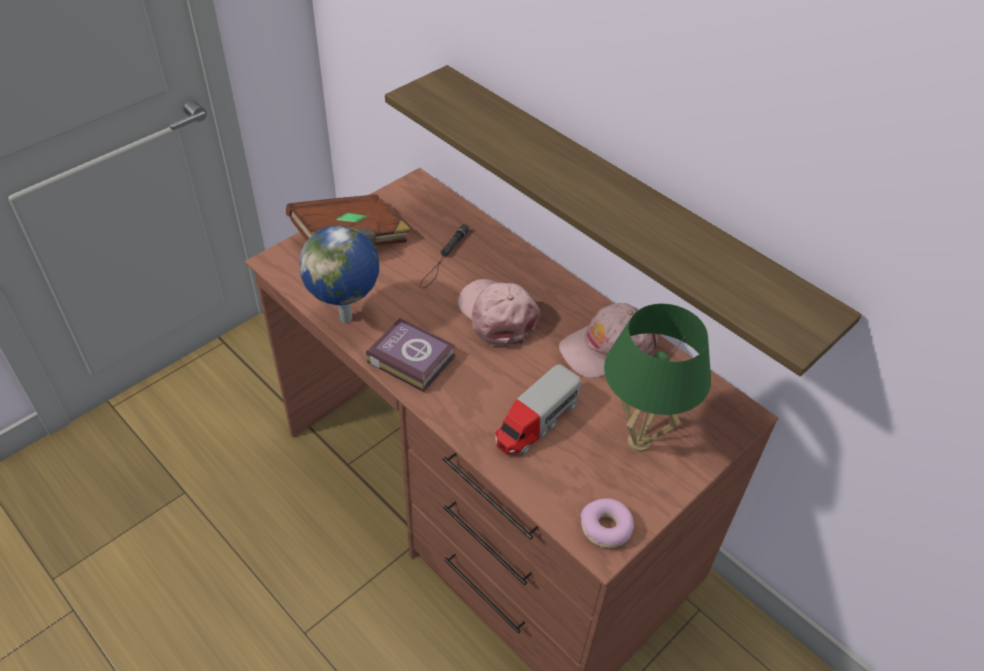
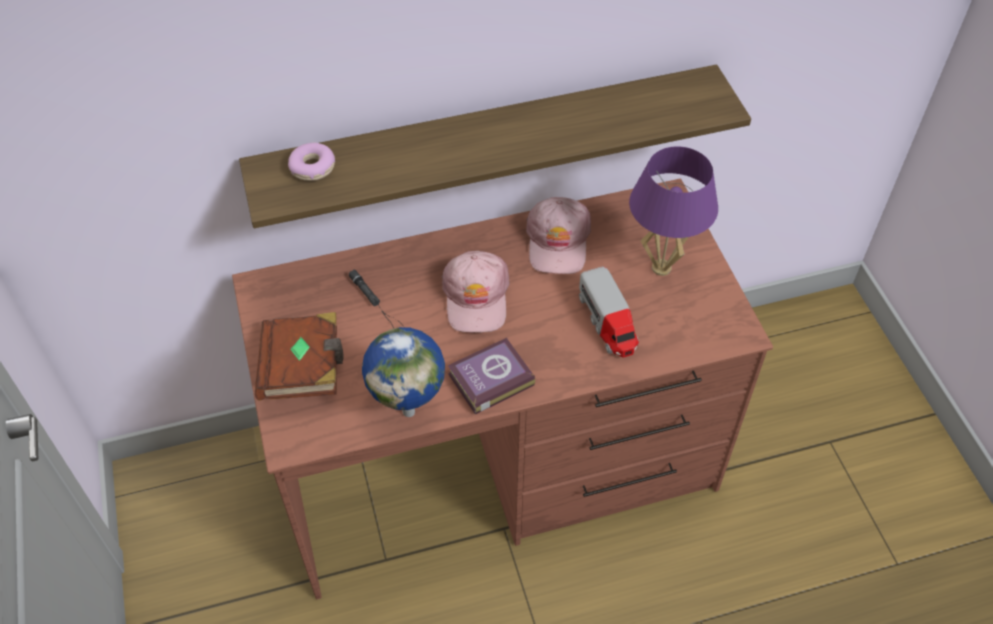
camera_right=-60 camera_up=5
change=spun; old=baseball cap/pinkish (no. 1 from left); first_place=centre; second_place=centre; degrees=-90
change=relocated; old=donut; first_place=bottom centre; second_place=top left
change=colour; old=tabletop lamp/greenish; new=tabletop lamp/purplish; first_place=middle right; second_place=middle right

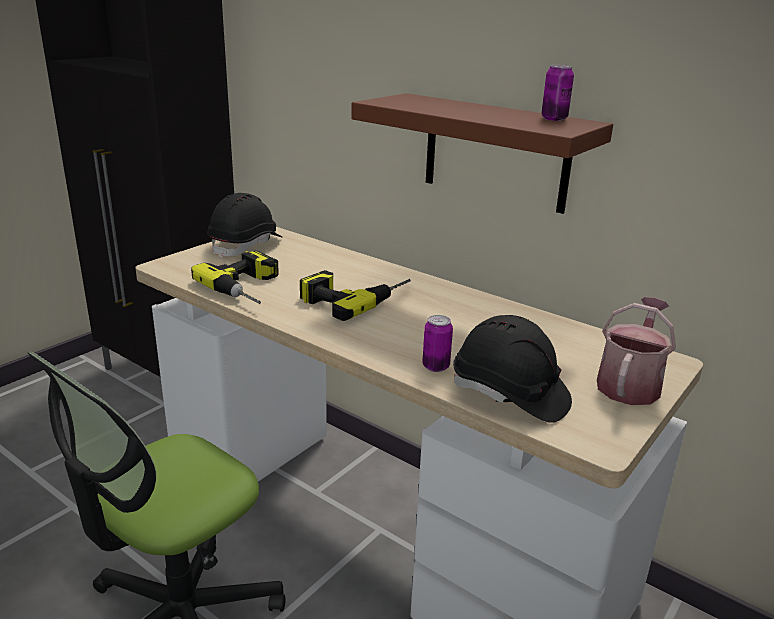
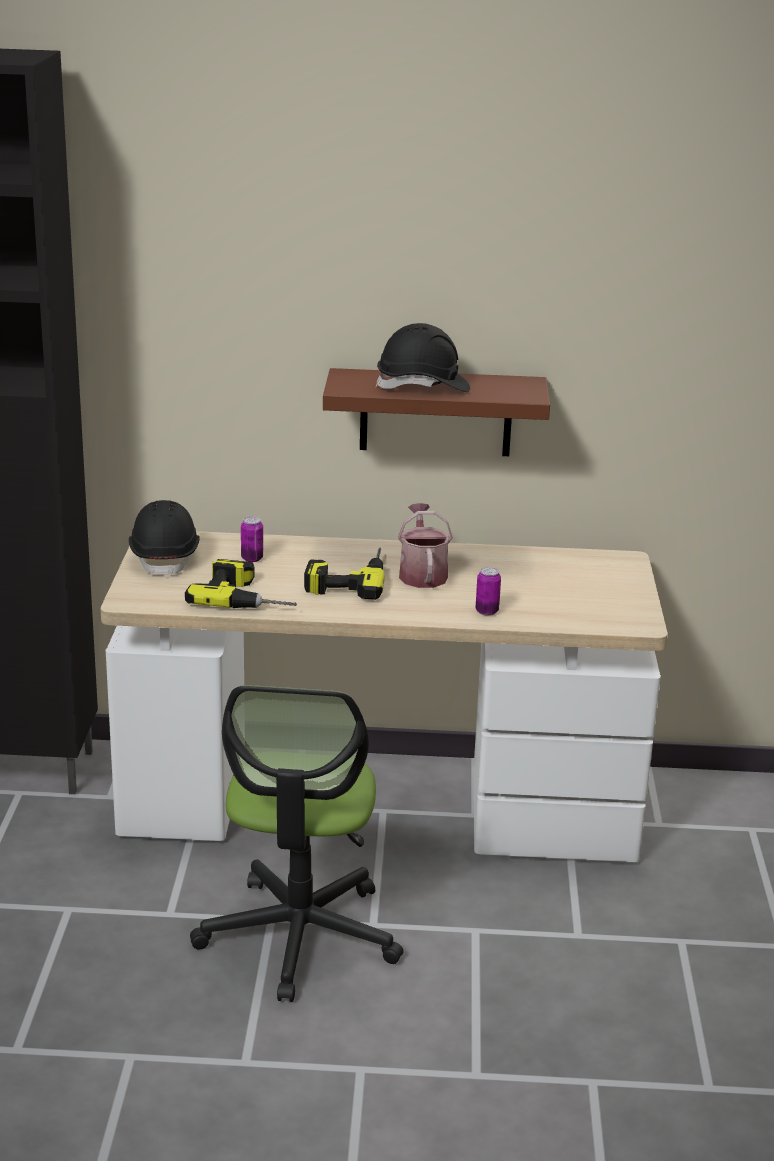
camera_right=-35 camera_up=0
change=relocated; old=work helmet/black (no. 2 from left); first_place=centre; second_place=top centre
change=relocated; old=can (no. 2 from left in the first image); new=can (no. 1 from left); first_place=top right; second_place=middle left
change=relocated; old=sprinkling can; first_place=middle right; second_place=centre

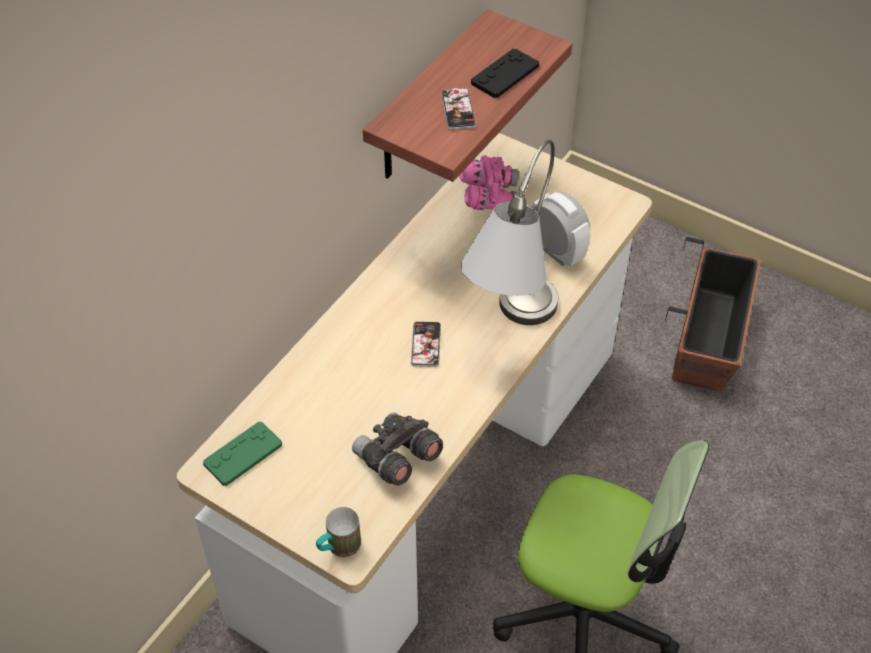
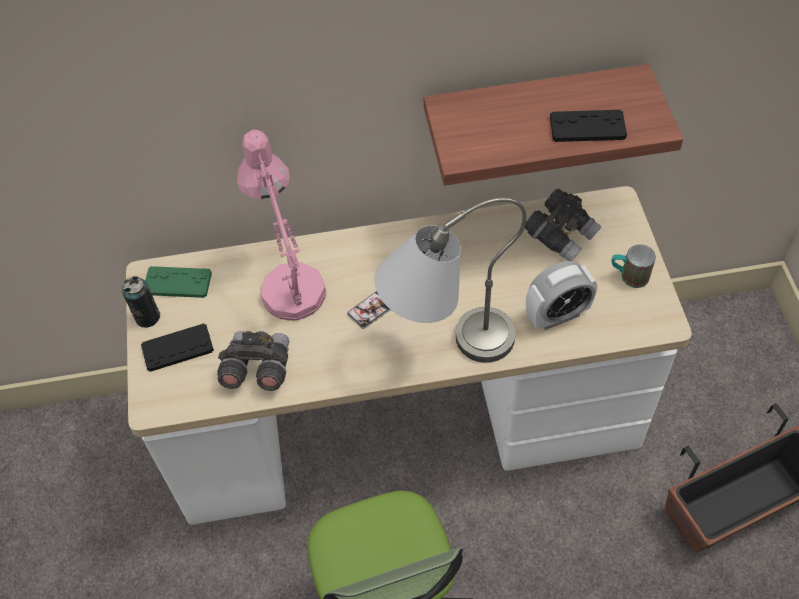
camera_right=50 camera_up=5
change=relocated; old=coffee mug; first_place=bottom centre; second_place=middle right
change=missing; old=telephone (no. 2 from left); first_place=top centre
change=colour; old=pair of binoculars/pinkish; new=pair of binoculars/greyish (no. 2 from left); first_place=top centre; second_place=middle right
change=spun; old=bedside clock; first_place=centre; second_place=middle right; degrees=60
change=appeared; new=can; second_place=middle left
change=appeared; new=gamepad/black (no. 1 from left); second_place=middle left
change=appeared; new=tabletop lamp/pinkish; second_place=centre

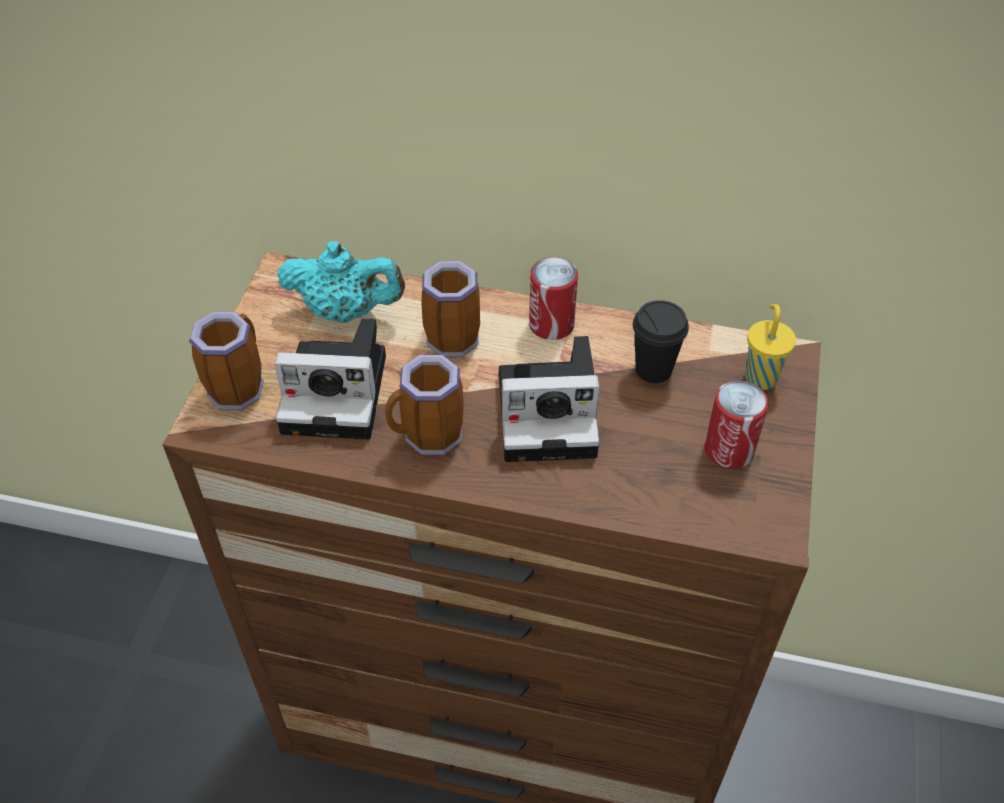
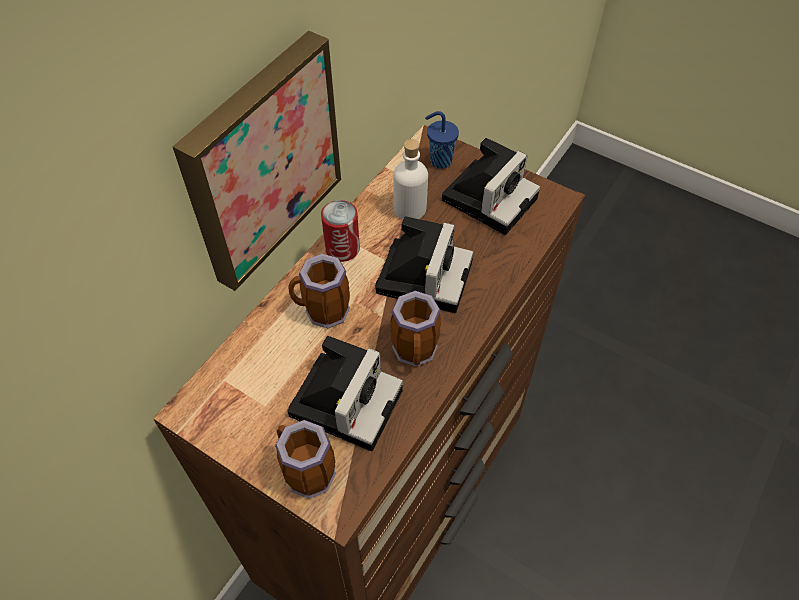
camera_right=-70 camera_up=5
change=missing; old=teapot/turquoise-coloured; first_place=centre
change=exchanged; old=small cup/black; new=drink bottle/white; first_place=centre; second_place=top centre
change=exchanged; old=can (no. 2 from left); new=still camera (no. 3 from left); first_place=middle right; second_place=top centre
change=colour; old=small cup/yellowish; new=small cup/bluish; first_place=middle right; second_place=top centre
change=appeared; new=picture; second_place=top left

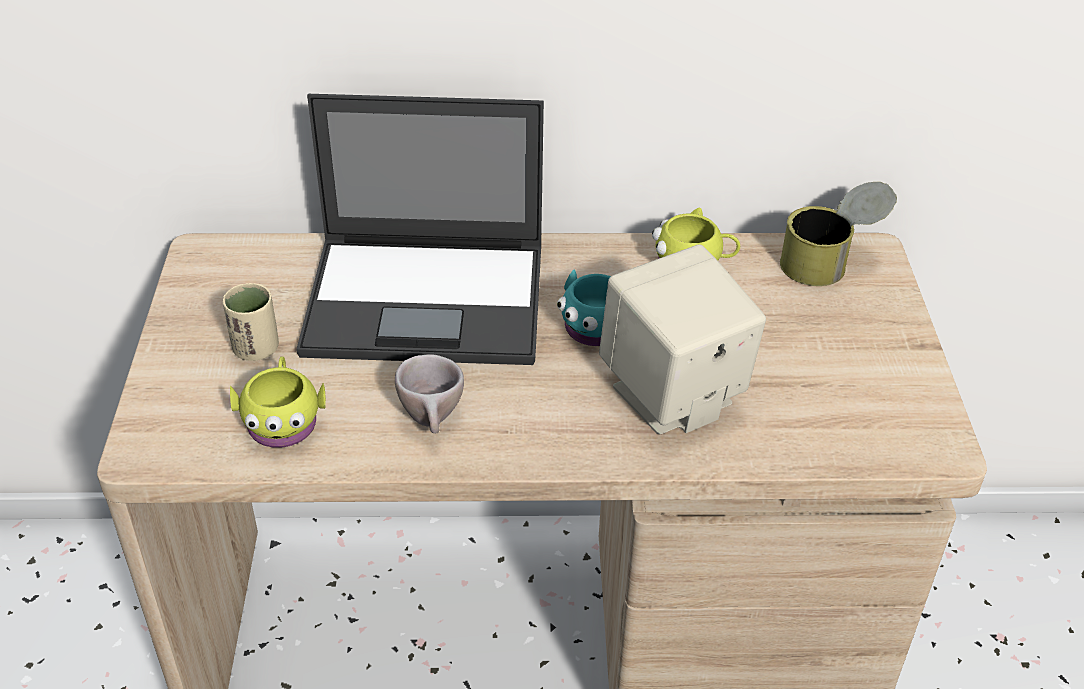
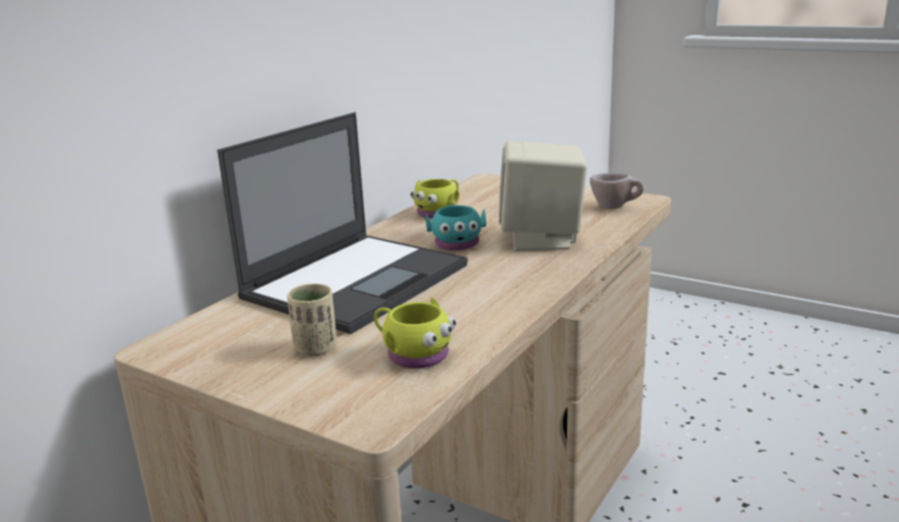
camera_right=-55 camera_up=-20
change=relocated; old=small cup/beige (no. 2 from left); first_place=centre; second_place=middle right
change=missing; old=can; first_place=middle right

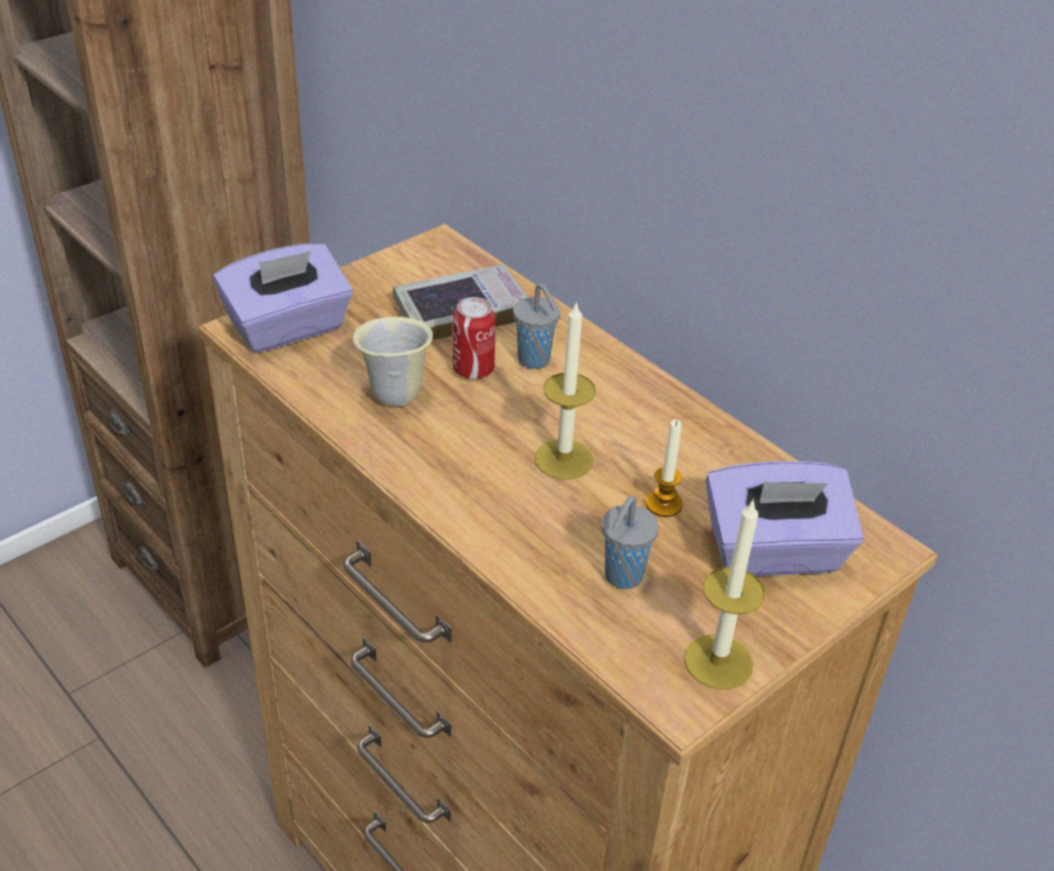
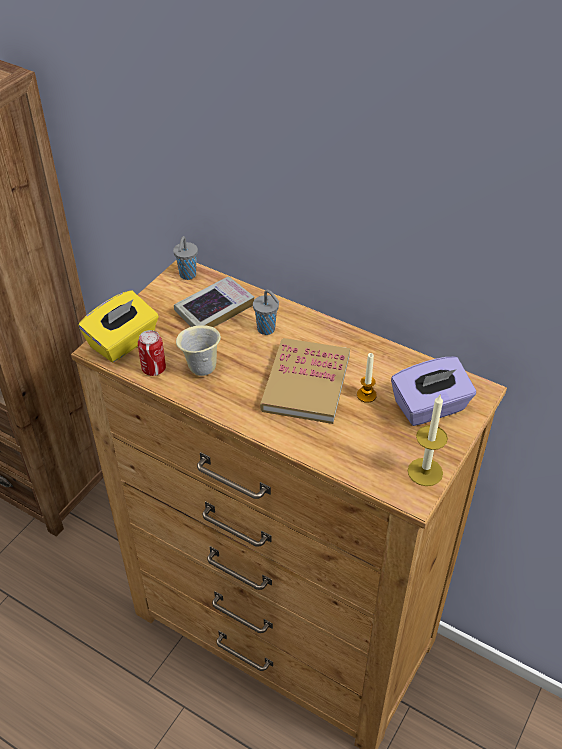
camera_right=-15 camera_up=5
change=colour; old=tissue holder/purplish (no. 1 from left); new=tissue holder/yellowish; first_place=middle left; second_place=middle left
change=relocated; old=can; first_place=centre; second_place=middle left
change=exchanged; old=wax candle (no. 1 from left); new=book (no. 2 from left); first_place=centre; second_place=centre
change=relocated; old=small cup/greyish (no. 2 from left in the first image); new=small cup/greyish (no. 1 from left); first_place=centre; second_place=middle left

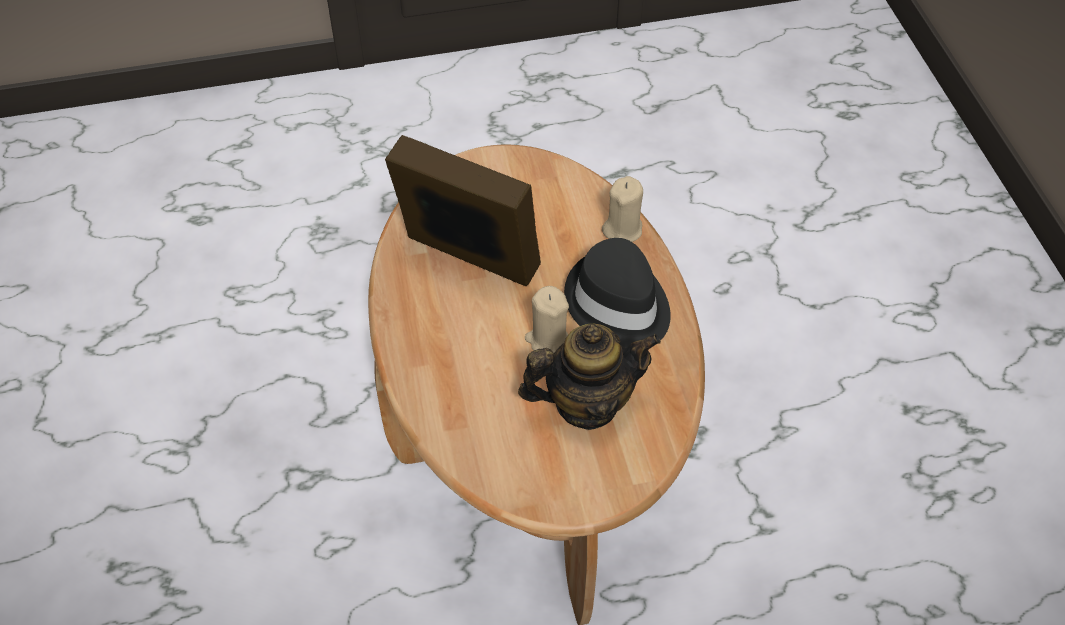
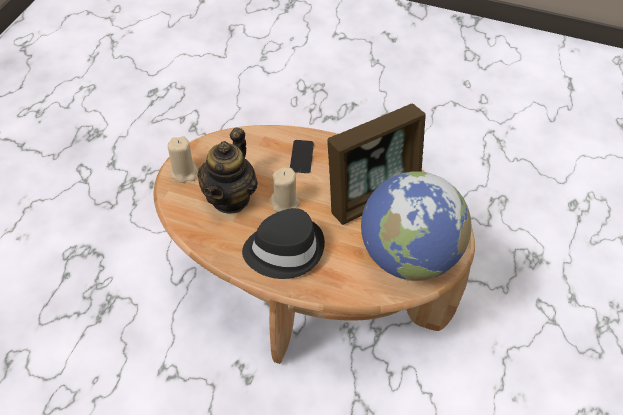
camera_right=120 camera_up=0
change=relocated; old=wax candle/beige (no. 2 from left in the first image); new=wax candle/beige (no. 1 from left); first_place=centre; second_place=middle left
change=appeared; new=telephone; second_place=centre
change=appeared; new=globe; second_place=middle right

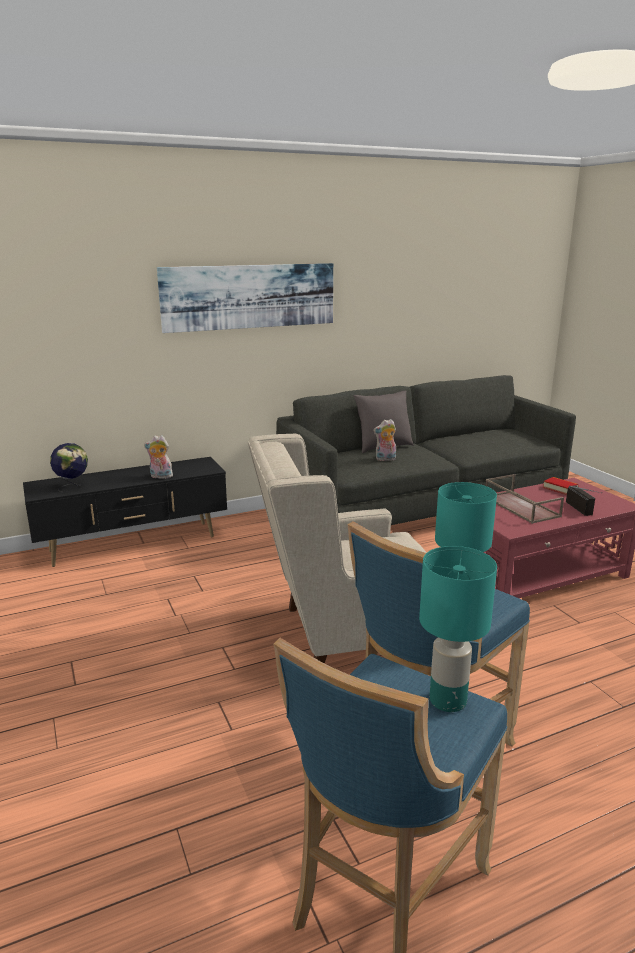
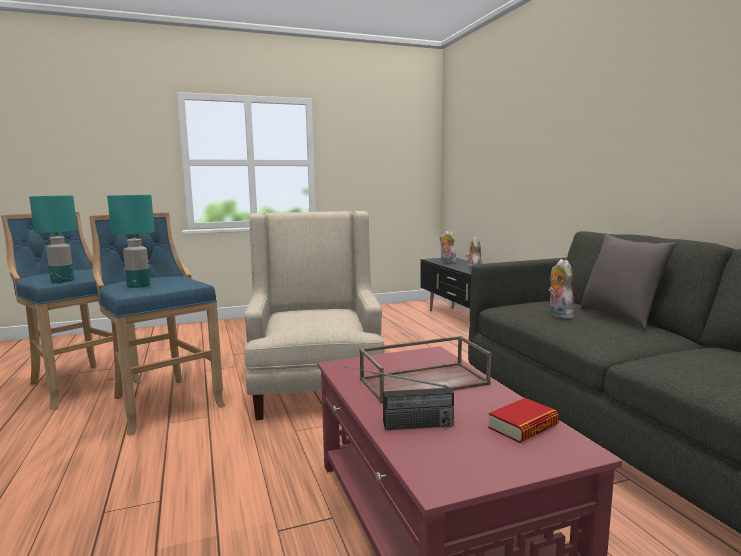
camera_right=95 camera_up=-10
change=exchanged; old=globe; new=soft toy (no. 1 from left); first_place=middle left; second_place=centre
change=missing; old=picture; first_place=top centre

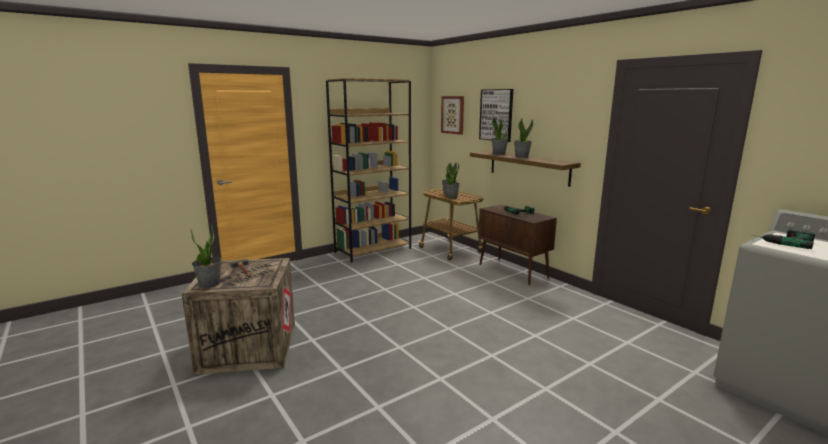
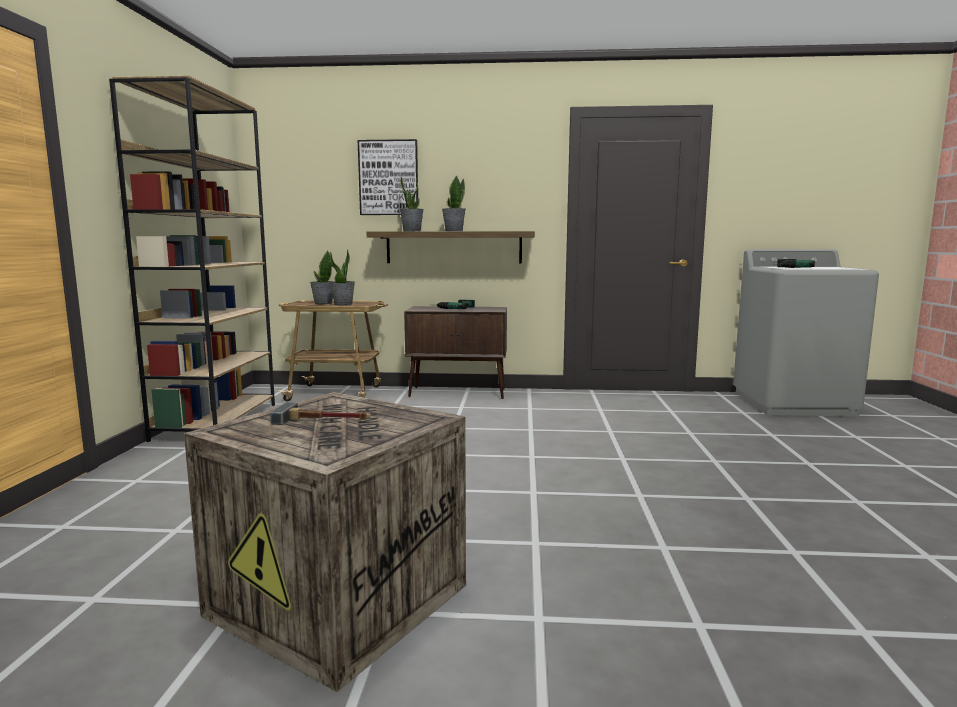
camera_right=-50 camera_up=-5
change=missing; old=houseplant (no. 1 from left); first_place=middle left
change=missing; old=picture (no. 1 from left); first_place=top centre

